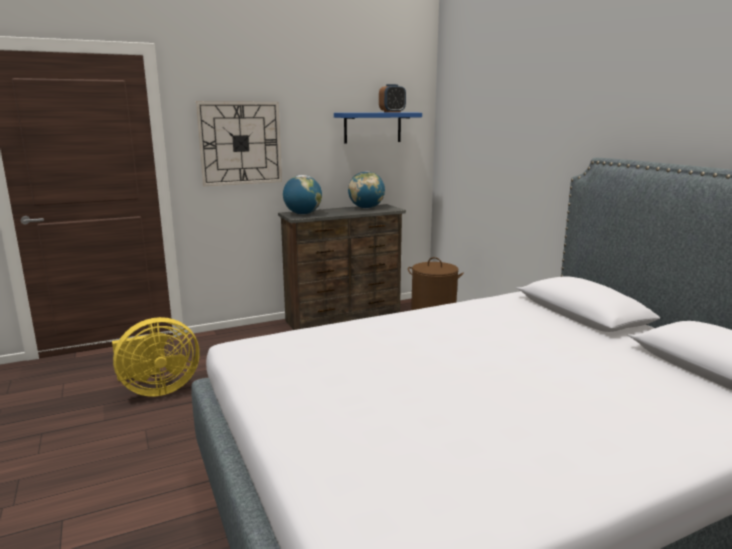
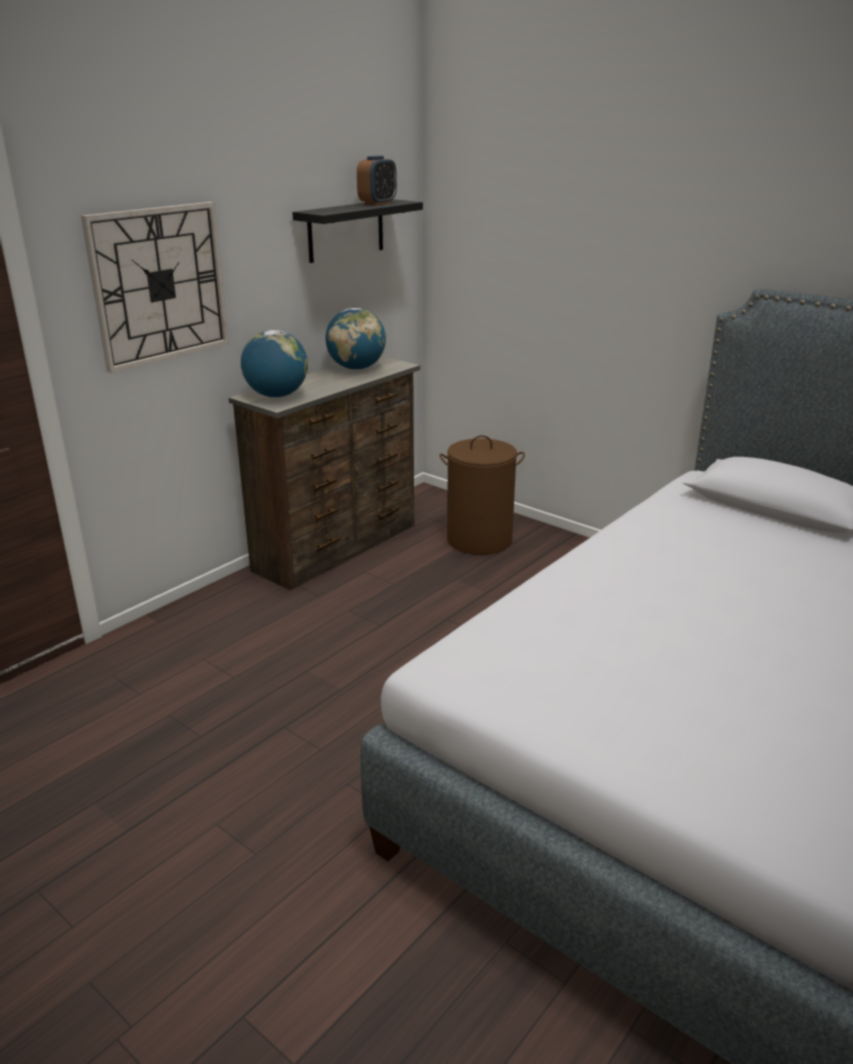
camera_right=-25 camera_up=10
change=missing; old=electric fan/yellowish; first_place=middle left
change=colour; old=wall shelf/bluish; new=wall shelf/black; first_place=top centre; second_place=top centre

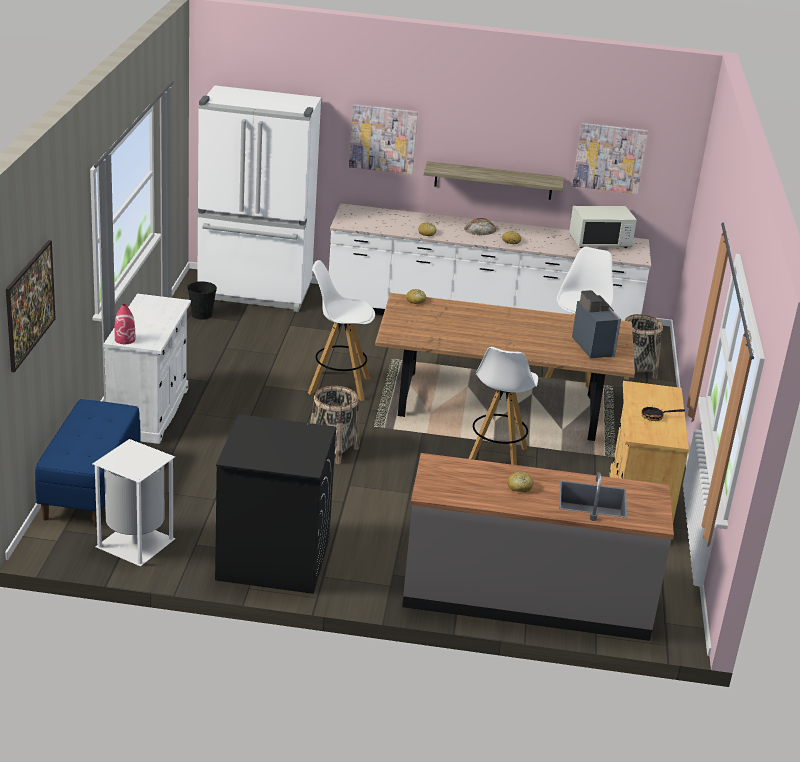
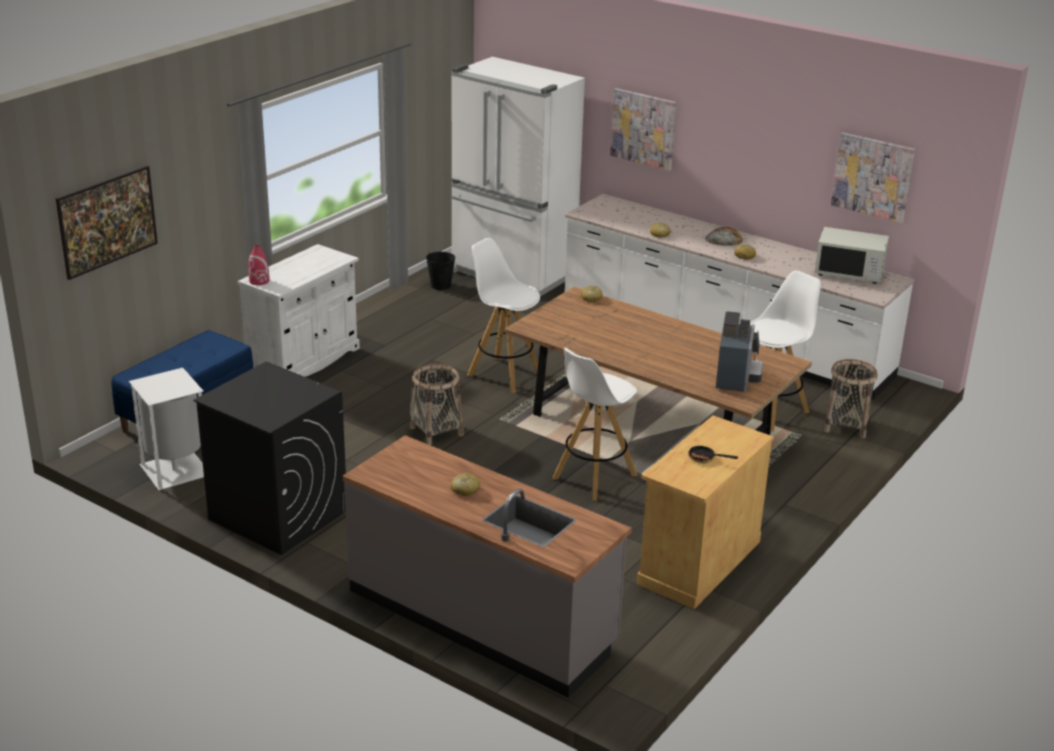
camera_right=30 camera_up=0
change=missing; old=wall shelf; first_place=top centre

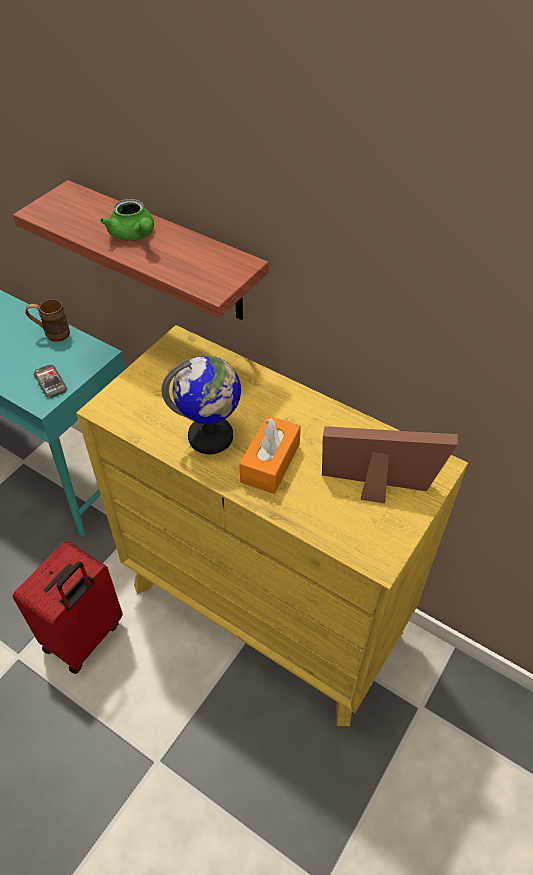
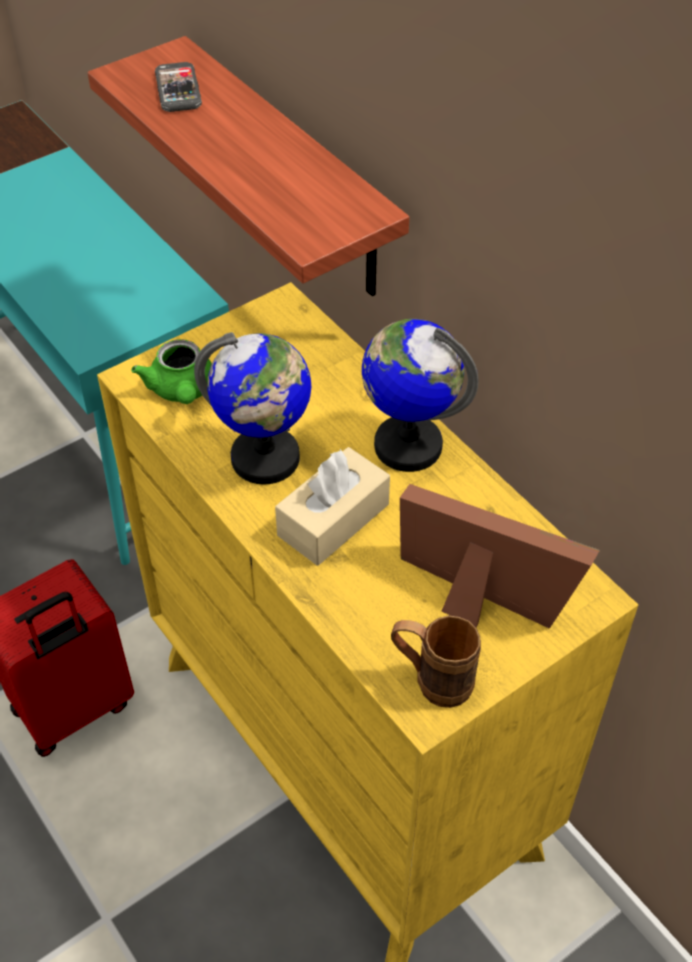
camera_right=20 camera_up=0
change=relocated; old=coffee mug/brown-coloured; first_place=middle left; second_place=bottom centre
change=relocated; old=telephone; first_place=middle left; second_place=top left
change=relocated; old=teapot/greenish; first_place=top left; second_place=middle left
change=colour; old=tissue holder/orange-coloured; new=tissue holder/beige; first_place=centre; second_place=centre
change=appeared; new=globe (no. 2 from left); second_place=centre

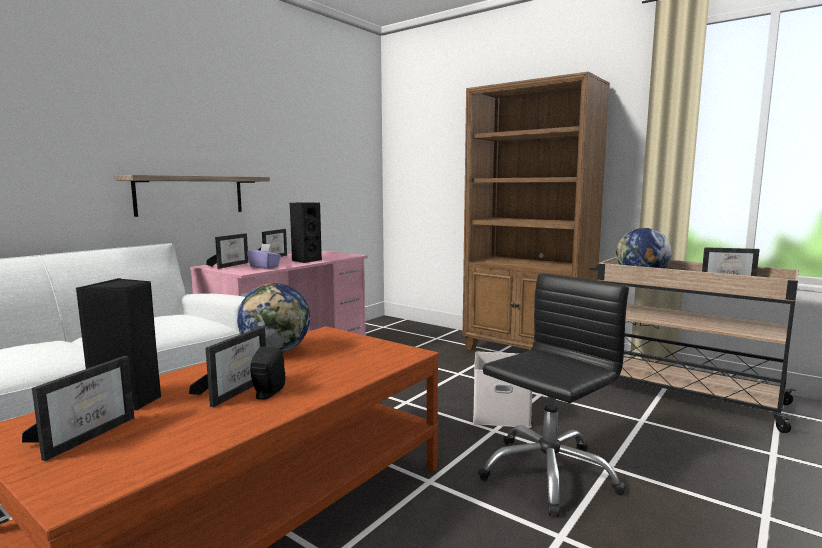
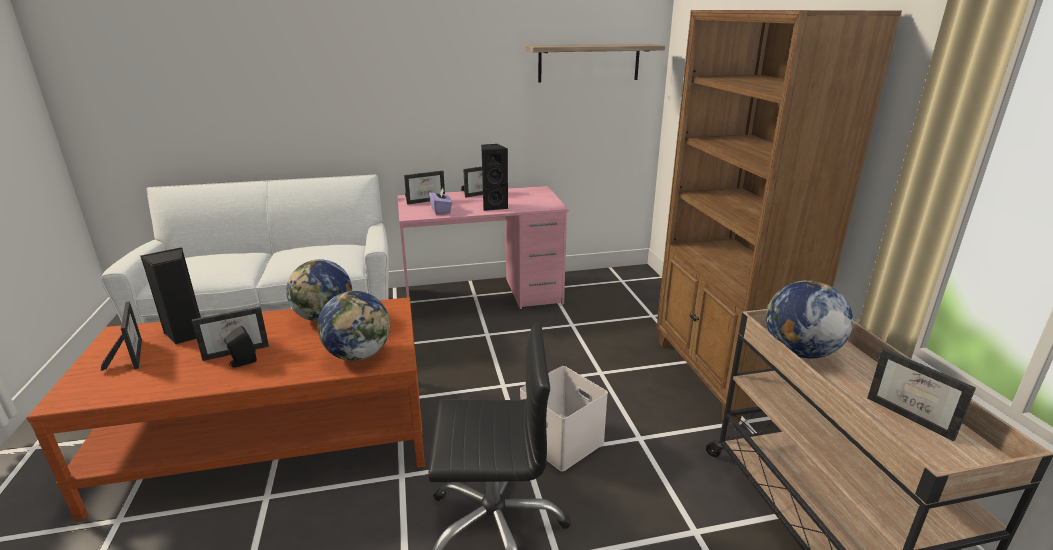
camera_right=40 camera_up=15
change=spun; old=photo frame (no. 1 from left); first_place=bottom left; second_place=middle left; degrees=-90
change=relocated; old=wall shelf; first_place=middle left; second_place=top centre
change=appeared; new=globe (no. 2 from left); second_place=centre

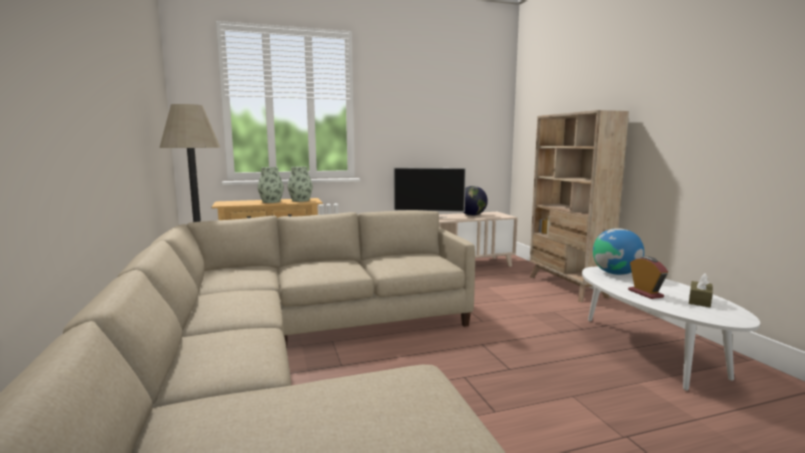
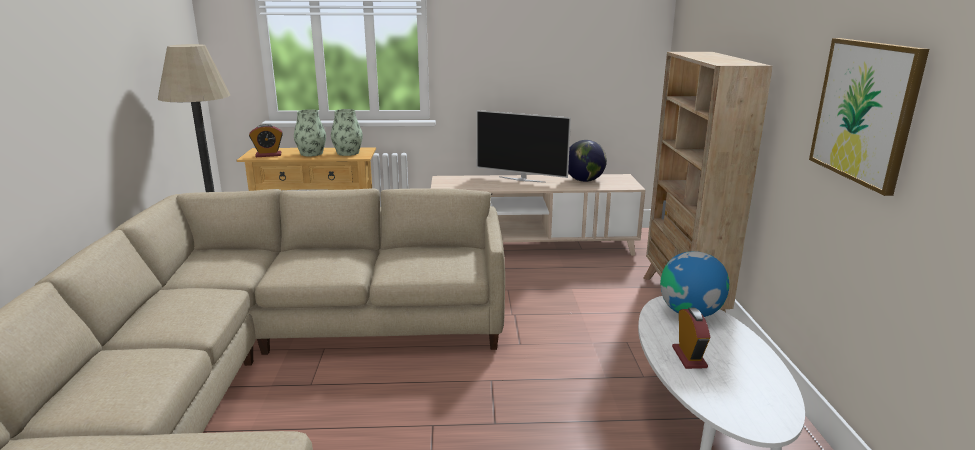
camera_right=15 camera_up=10
change=missing; old=tissue holder/brown-coloured; first_place=middle right
change=appeared; new=bedside clock (no. 1 from left); second_place=top left
change=appeared; new=picture; second_place=top right

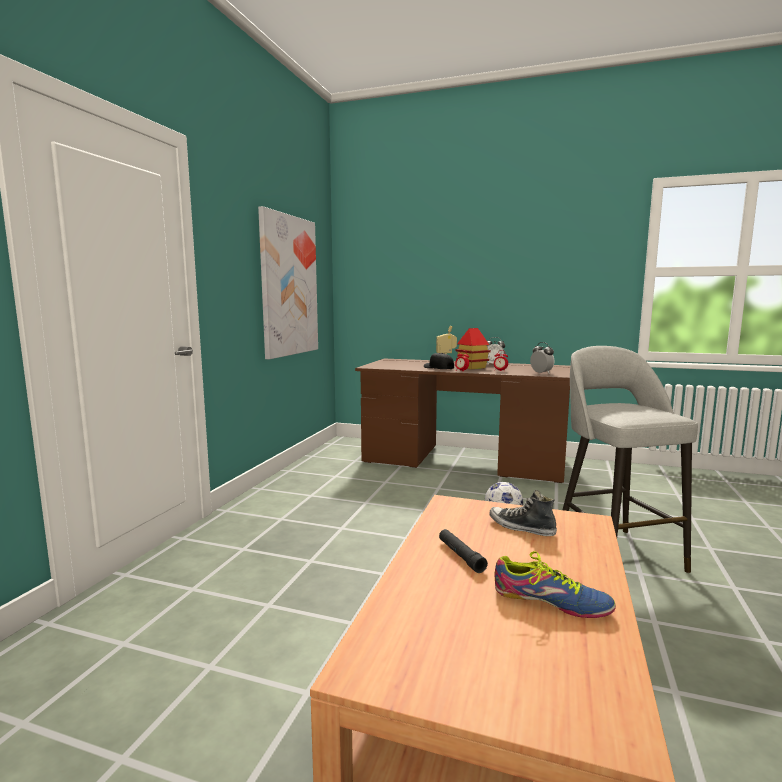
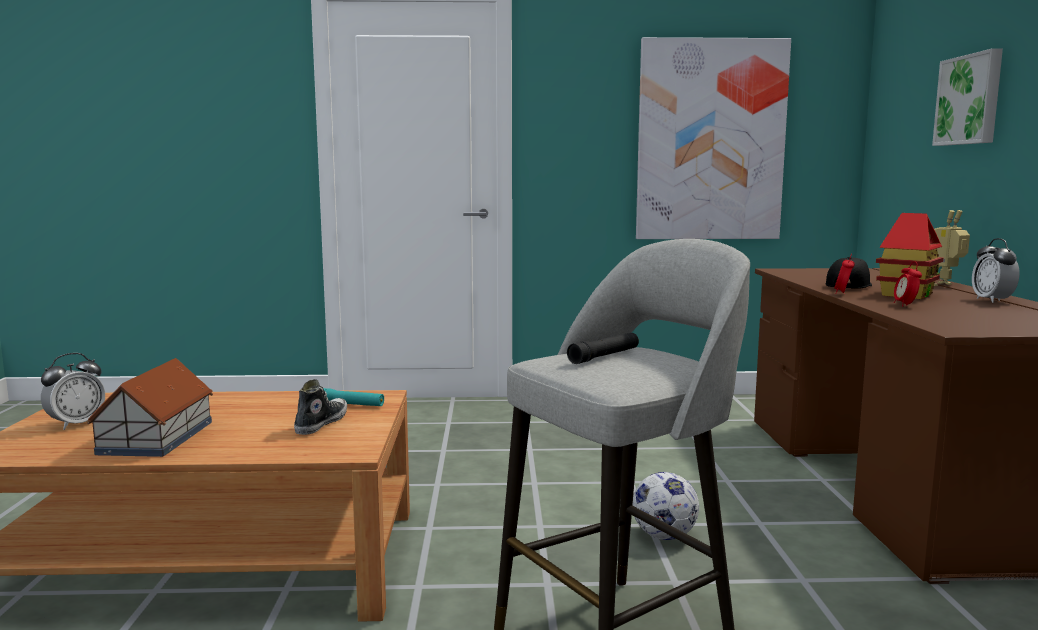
camera_right=70 camera_up=0
change=relocated; old=hand torch/black; first_place=bottom centre; second_place=centre
change=exchanged; old=low shoe (no. 2 from left); new=miniature house (no. 1 from left); first_place=bottom right; second_place=middle left
change=relocated; old=bedside clock (no. 4 from left in the first image); new=bedside clock (no. 1 from left); first_place=middle right; second_place=middle left
change=appeared; new=hand torch/turquoise-coloured; second_place=centre
change=appeared; new=picture (no. 2 from left); second_place=top right

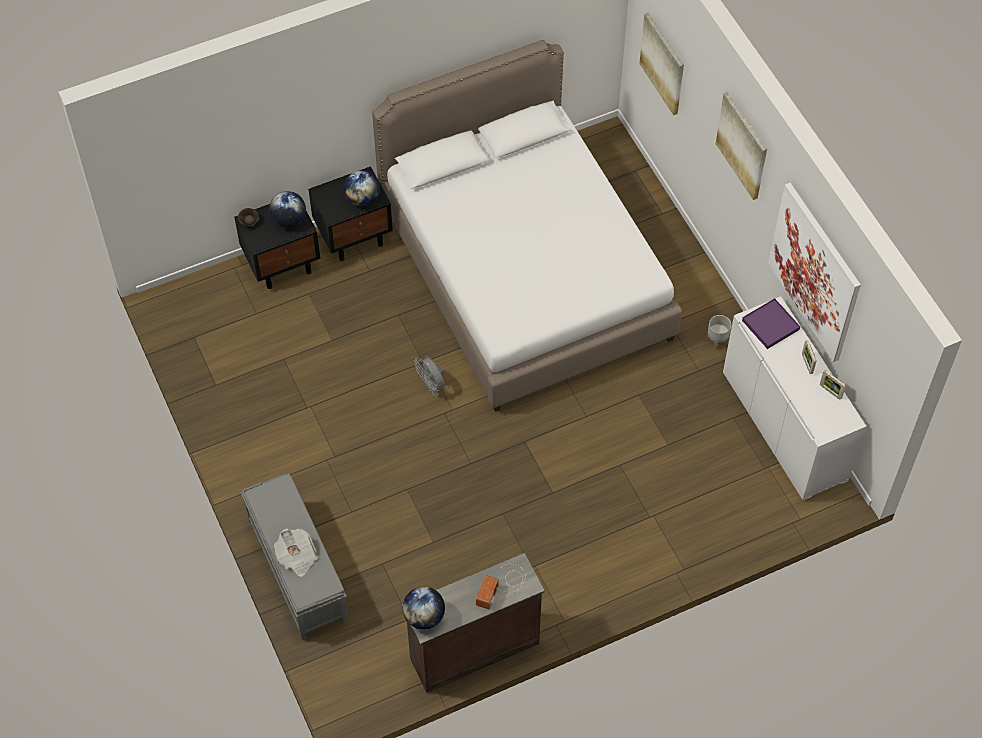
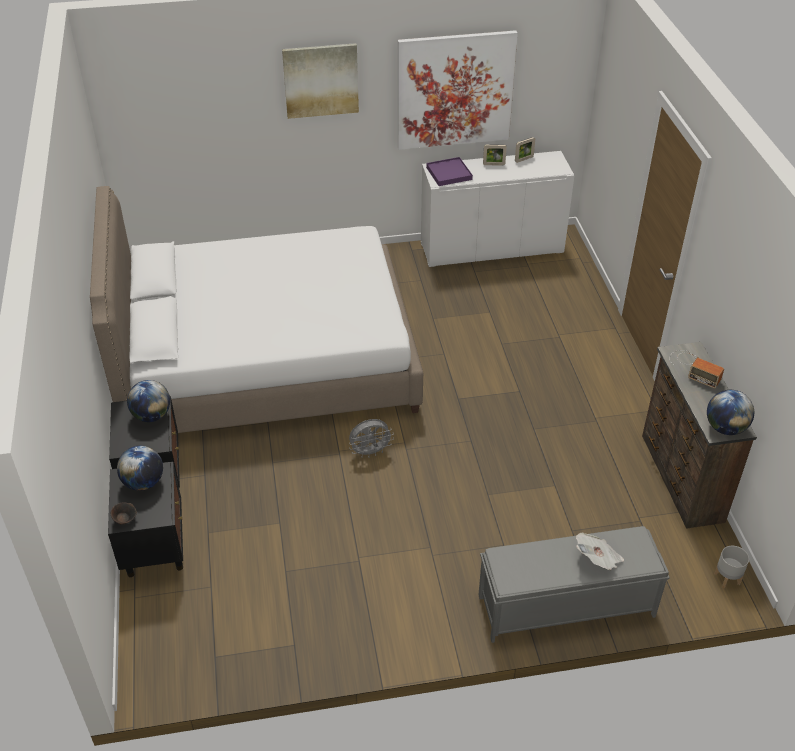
camera_right=-75 camera_up=-15
change=missing; old=picture (no. 1 from left); first_place=top right
change=relocated; old=planter/greyish; first_place=middle right; second_place=bottom right

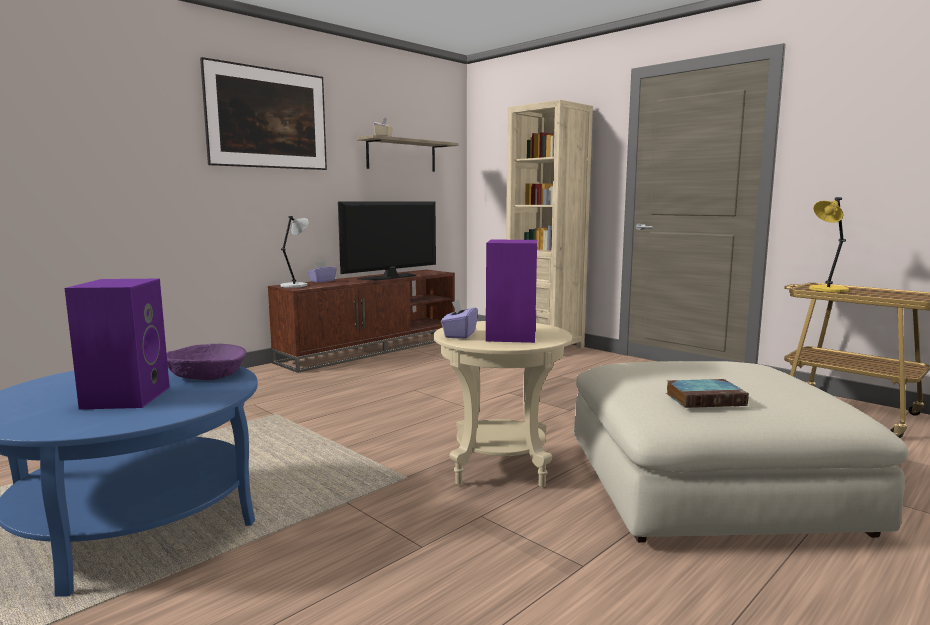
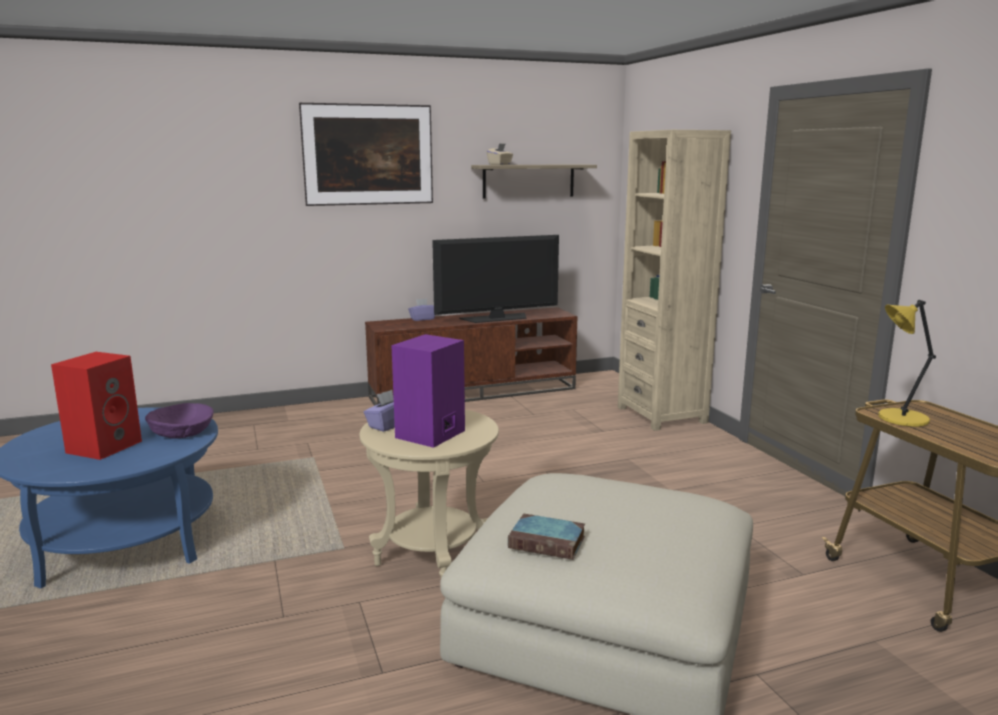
camera_right=25 camera_up=5
change=colour; old=loudspeaker/purplish (no. 1 from left); new=loudspeaker/red; first_place=middle left; second_place=middle left
change=missing; old=tabletop lamp/greyish; first_place=middle left

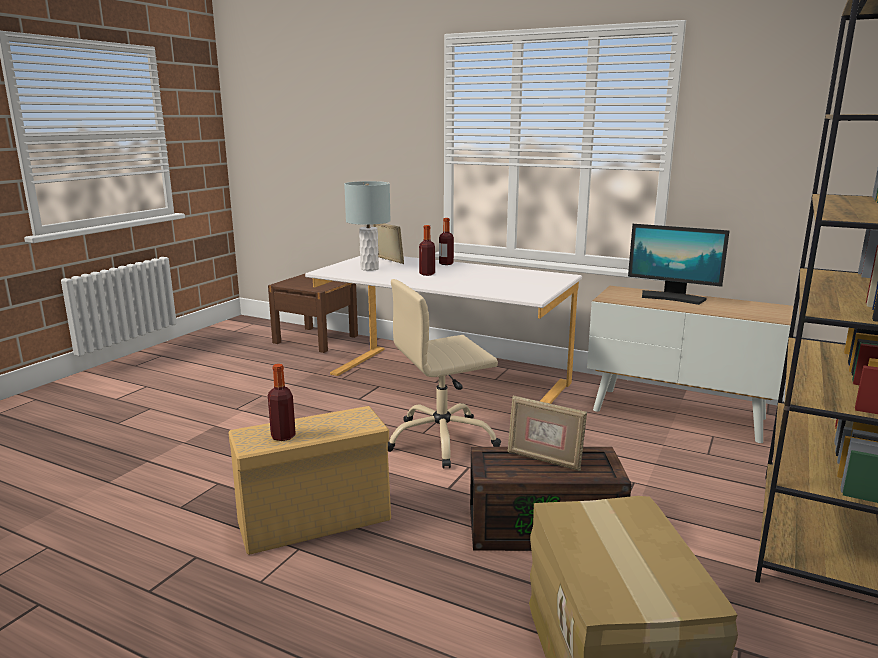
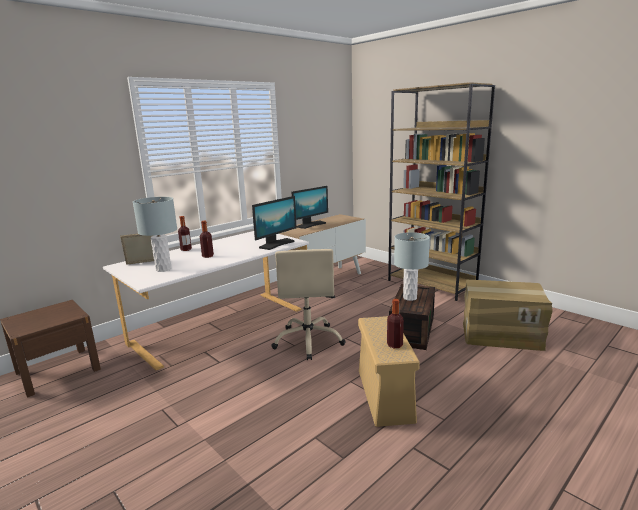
camera_right=-70 camera_up=0
change=exchanged; old=photo frame (no. 2 from left); new=tabletop lamp/greyish (no. 2 from left); first_place=centre; second_place=centre
change=appeared; new=computer display (no. 1 from left); second_place=centre

